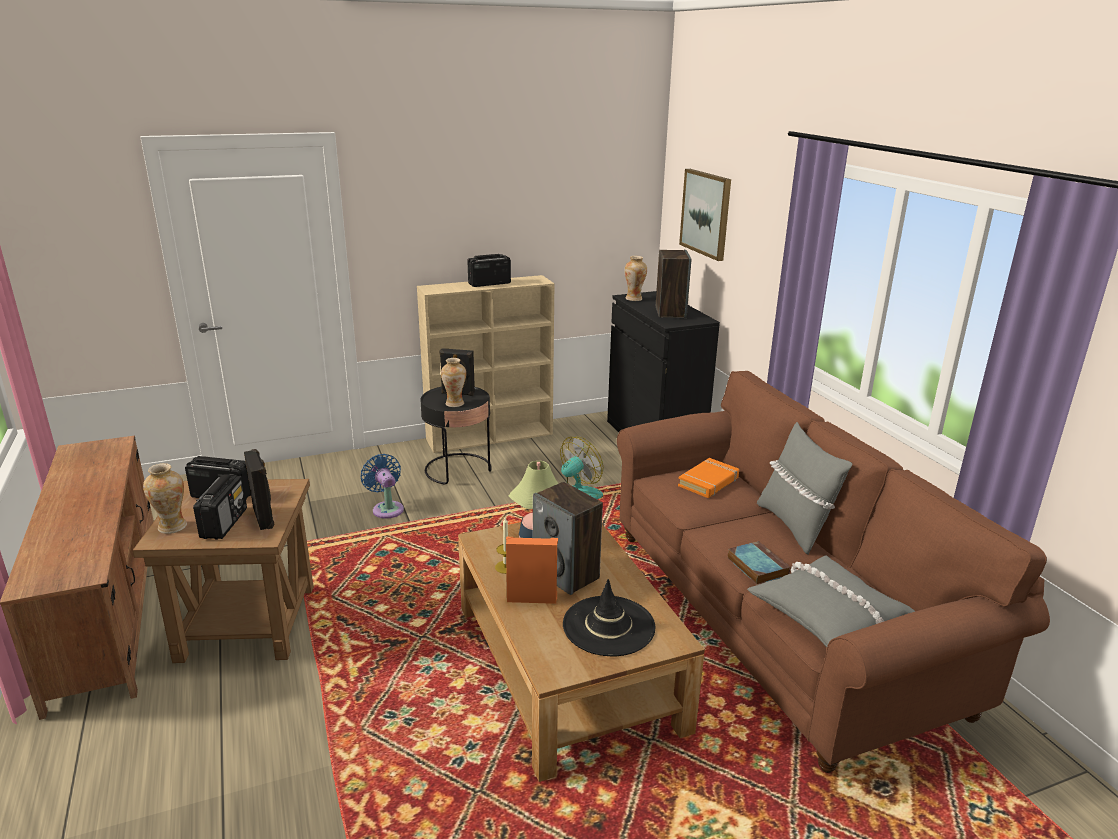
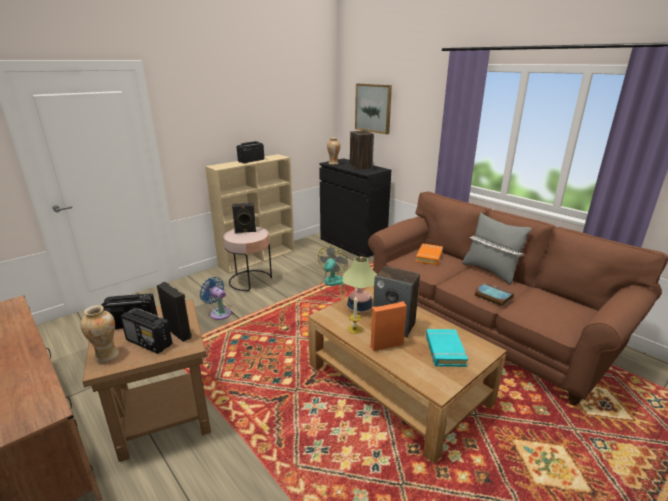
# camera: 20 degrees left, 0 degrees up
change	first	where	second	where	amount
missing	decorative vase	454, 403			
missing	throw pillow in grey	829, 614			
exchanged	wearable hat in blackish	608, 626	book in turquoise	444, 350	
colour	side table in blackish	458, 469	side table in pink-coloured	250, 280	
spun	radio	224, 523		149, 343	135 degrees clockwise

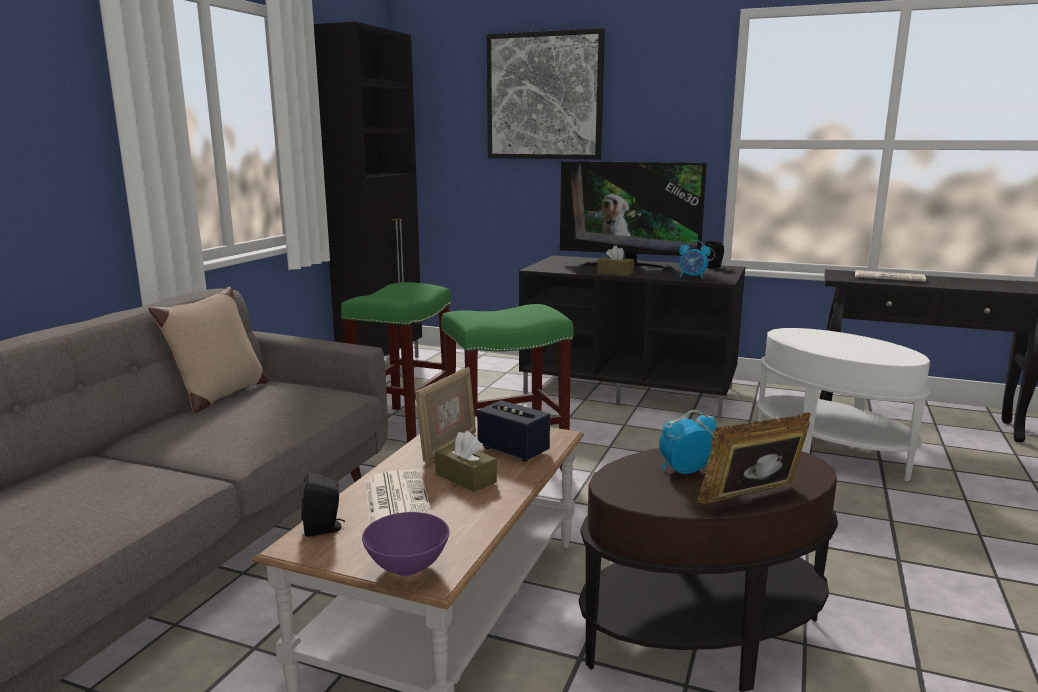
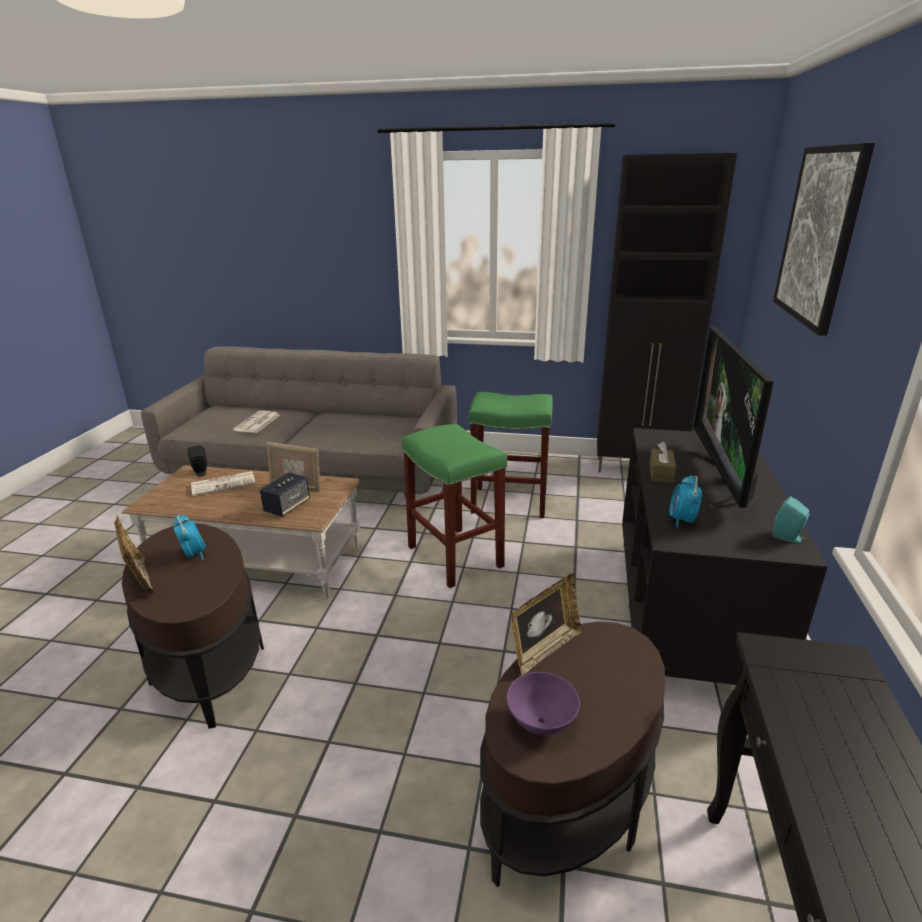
# camera: 80 degrees right, 10 degrees up
change	first	where	second	where	amount
missing	throw pillow in sand-coloured	219, 396			
missing	tissue box in brown-coloured	465, 478			
appeared			standing frame	544, 649	
relocated	bowl in purplish	408, 569		541, 723	
relocated	newspaper	890, 277		257, 423	
colour	speaker in blackish	714, 267	speaker in turquoise	788, 538	
colour	side table in white-coloured	830, 452	side table in brown-coloured	567, 802	

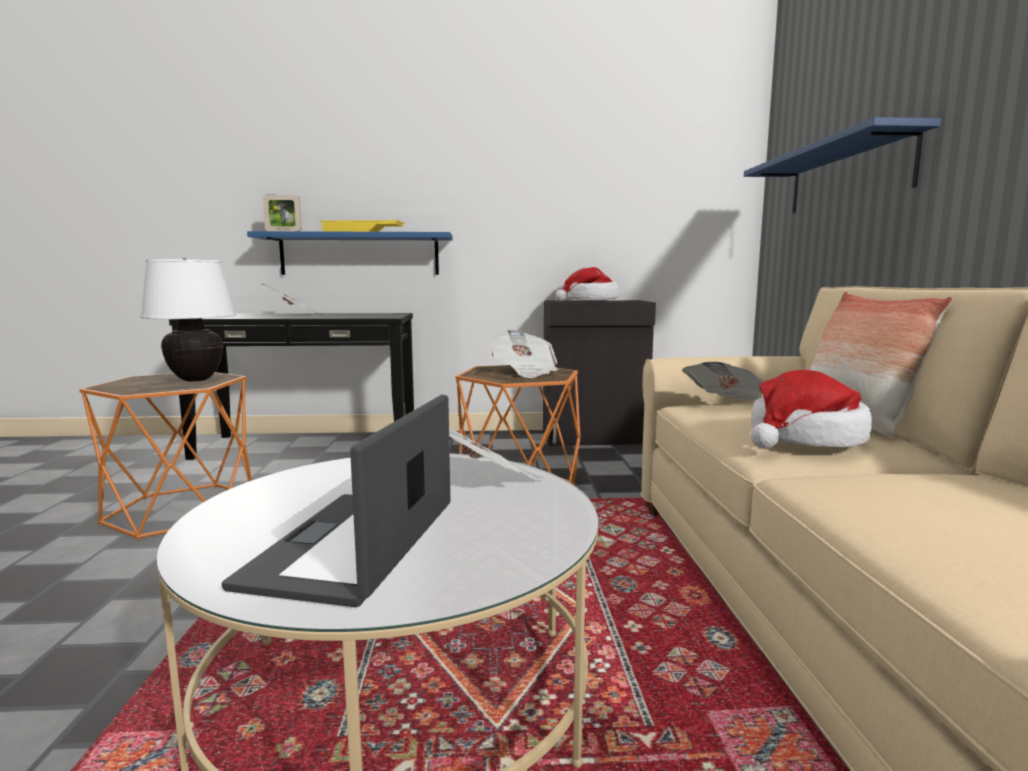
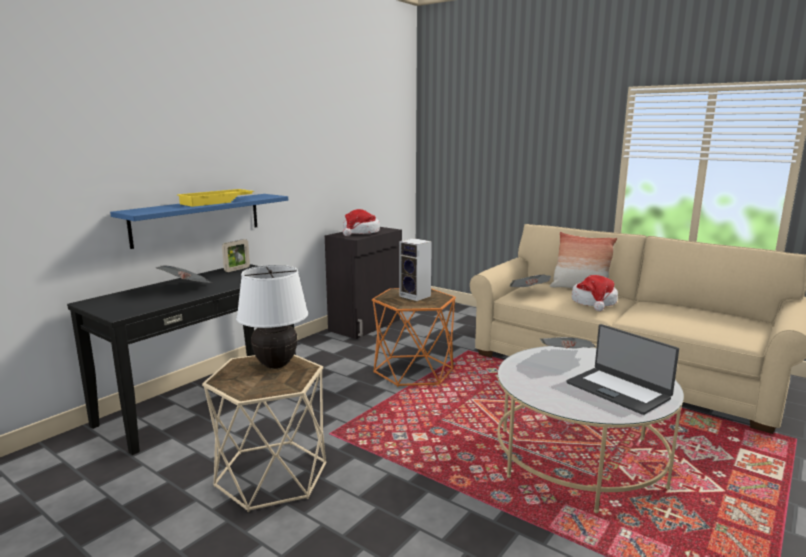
# camera: 50 degrees left, 5 degrees up
change	first	where	second	where	amount
missing	bracket shelf in blue-coloured	847, 176			
relocated	standing frame	283, 231		237, 269	
exchanged	newspaper	524, 372	speaker	416, 296	
colour	side table in orange	181, 510	side table in sand-coloured	272, 474	

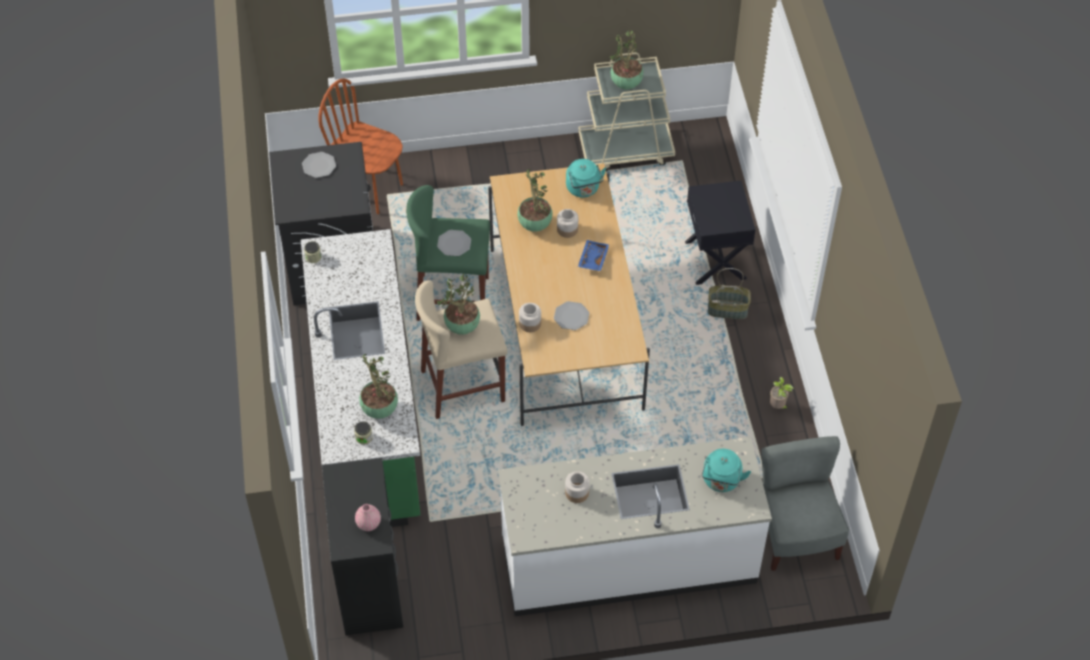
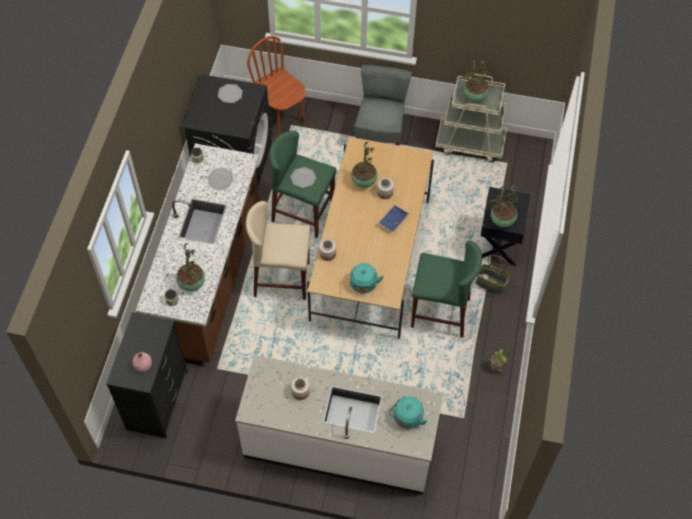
# camera: 20 degrees right, 5 degrees up
change	first	where	second	where	amount
appeared			stool seat in green	440, 313	
relocated	plant in a pot	461, 327		501, 221	
relocated	plate	571, 316		220, 179	
relocated	tea kettle in turquoise	583, 189		363, 285	
relocated	plain chair in grey	796, 535		380, 134	
colour	counter in green	368, 416	counter in brown-coloured	209, 279	

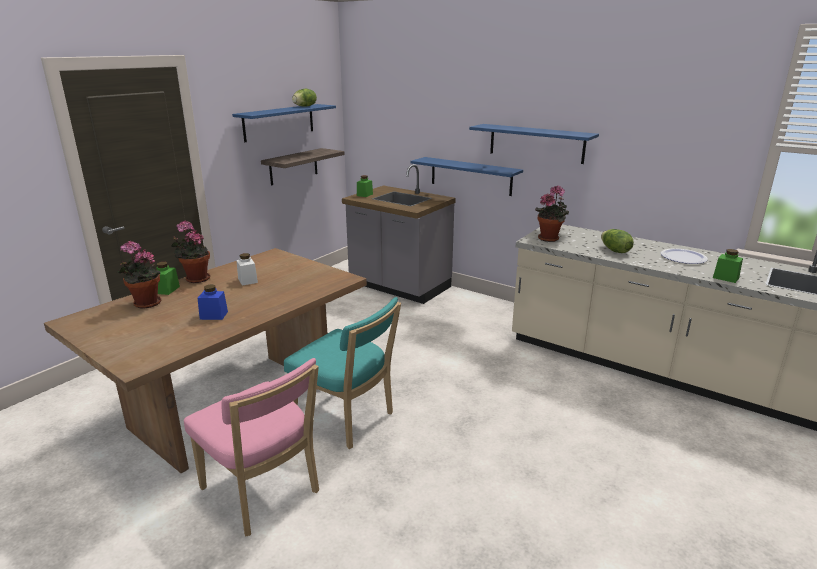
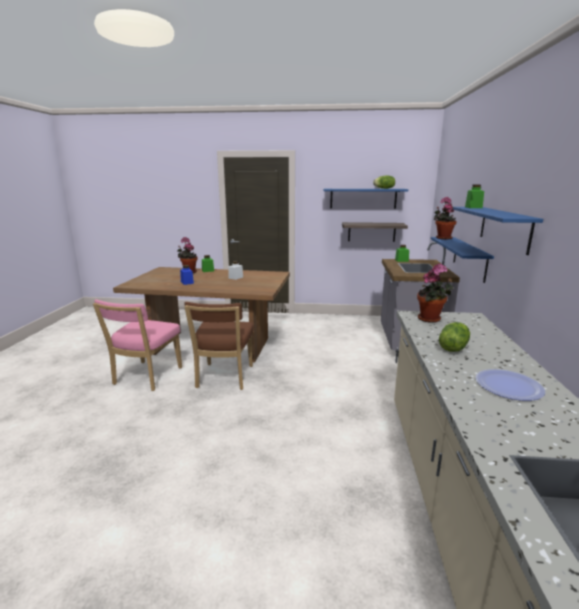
# camera: 60 degrees right, 5 degrees down
change	first	where	second	where	amount
relocated	plant in a pot	195, 279		442, 238	
relocated	jar in green	725, 278		473, 207	
colour	plain chair in turquoise	347, 419	plain chair in brown-coloured	224, 378	

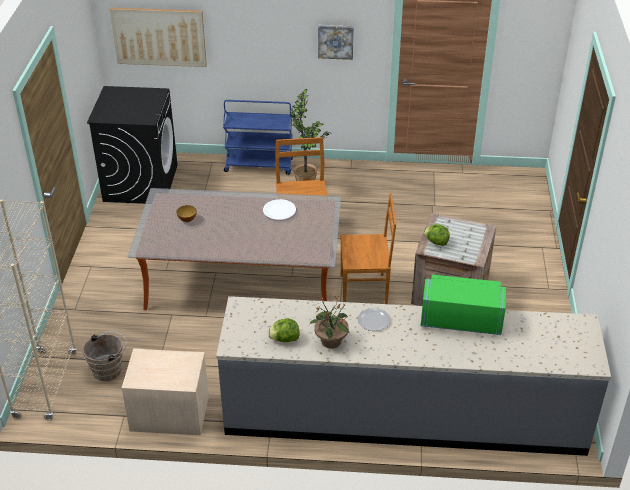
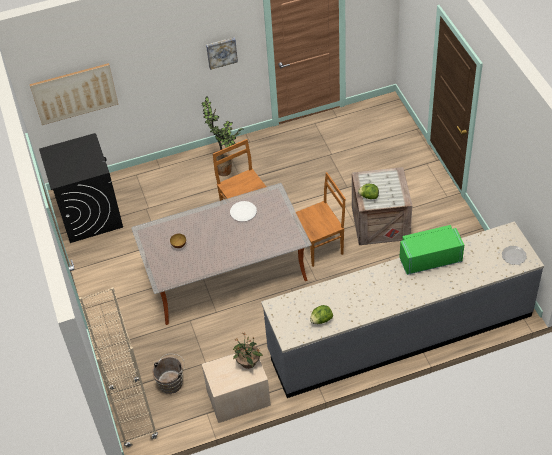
# camera: 20 degrees left, 10 degrees up
change	first	where	second	where	amount
missing	trolley in blue-coloured	259, 165			
relocated	plant in a pot	331, 342		248, 362	
relocated	plate	374, 321		514, 256	

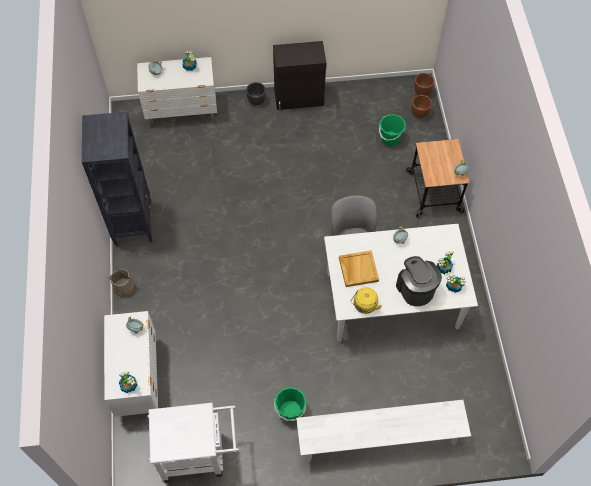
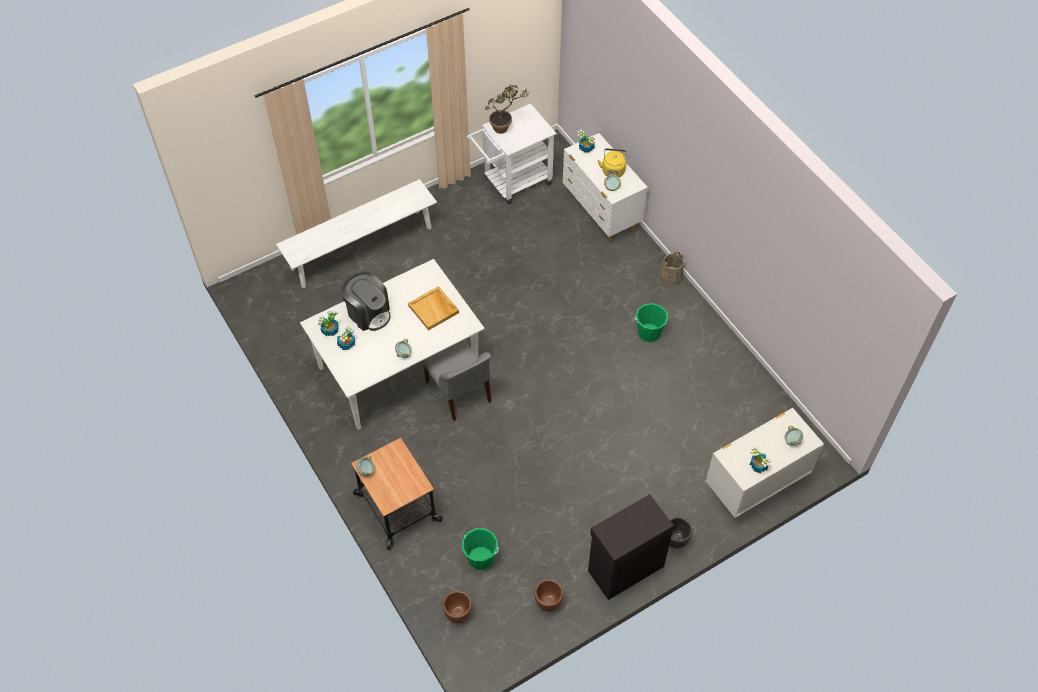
# camera: 155 degrees right, 5 degrees down
change	first	where	second	where	amount
missing	shelving unit in blackish	133, 222			
appeared			plant in a pot	505, 129	
relocated	pail in green	290, 411		649, 333	
relocated	tea kettle in yellow-coloured	364, 306		613, 170	
relocated	flower pot in brown-coloured	422, 91		548, 602	

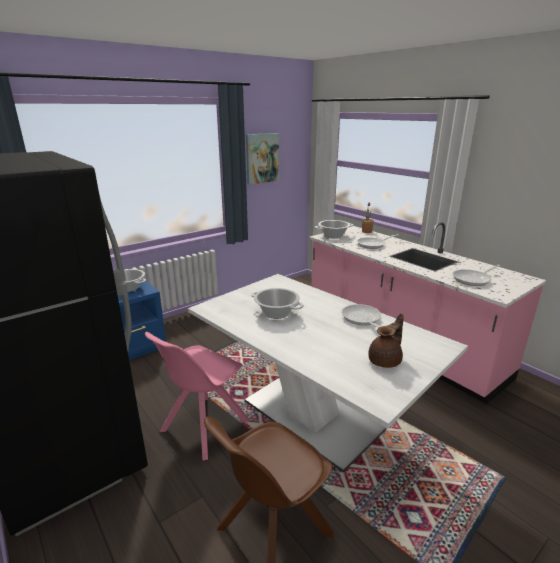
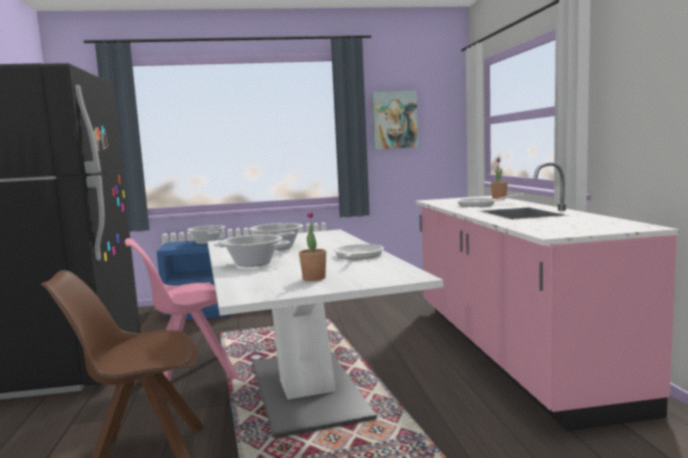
# camera: 30 degrees right, 15 degrees down
change	first	where	second	where	amount
missing	skillet	473, 279			
relocated	stockpot	333, 236		253, 263	
exchanged	teapot in brown-coloured	386, 360	plant in a pot	314, 278	

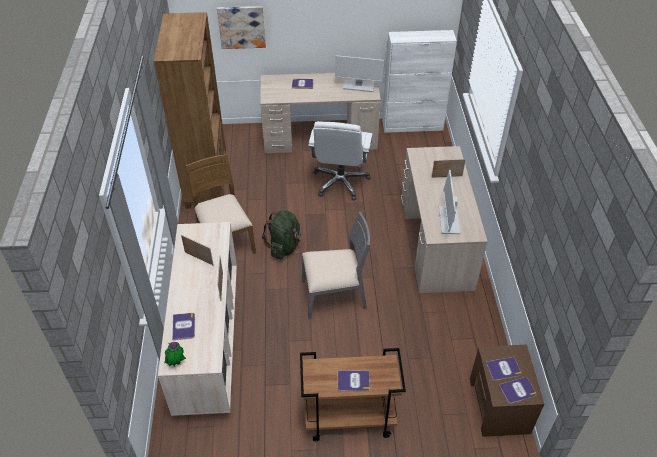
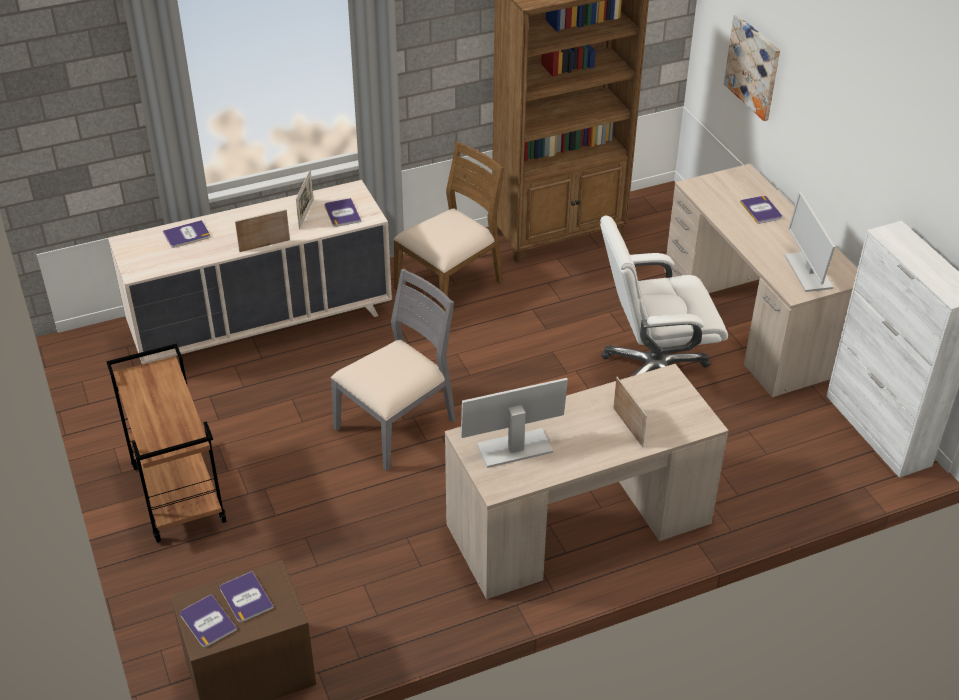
# camera: 70 degrees right, 5 degrees down
change	first	where	second	where	amount
missing	plant in a pot	176, 364			
missing	backpack in green	284, 246			
relocated	book	353, 381		342, 213	
spun	plain chair in grey	334, 295		397, 425	105 degrees counterclockwise

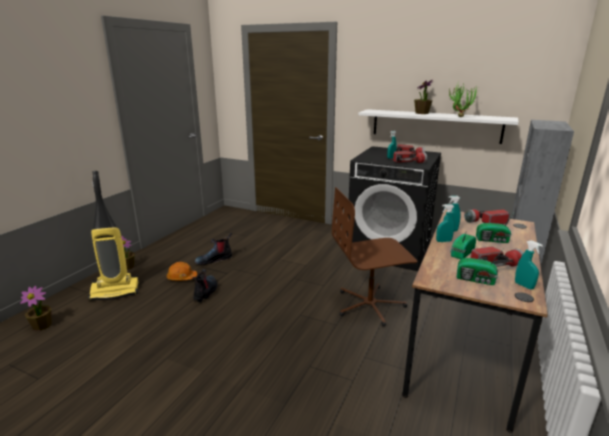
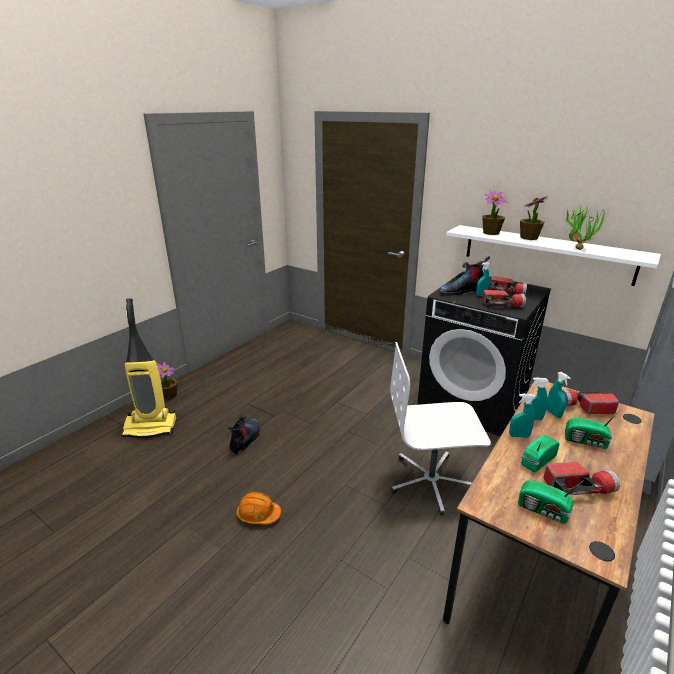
# camera: 10 degrees right, 5 degrees up
change	first	where	second	where	amount
relocated	plant in a pot	42, 325		491, 233	
relocated	safety helmet in orange	181, 278		258, 514	
relocated	boot	214, 259		462, 291	
relocated	spray bottle in turquoise	524, 286		553, 413	
colour	computer chair in brown-coloured	370, 305	computer chair in white-coloured	431, 482	

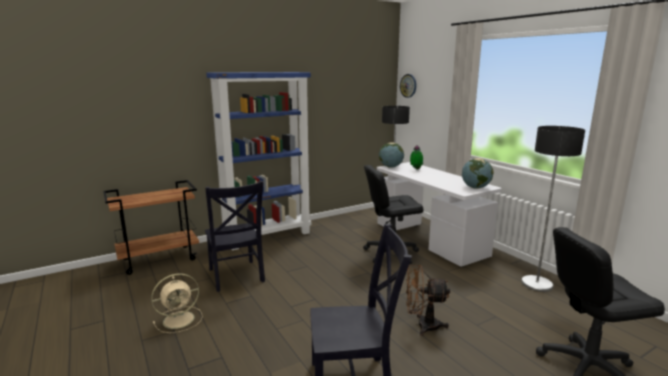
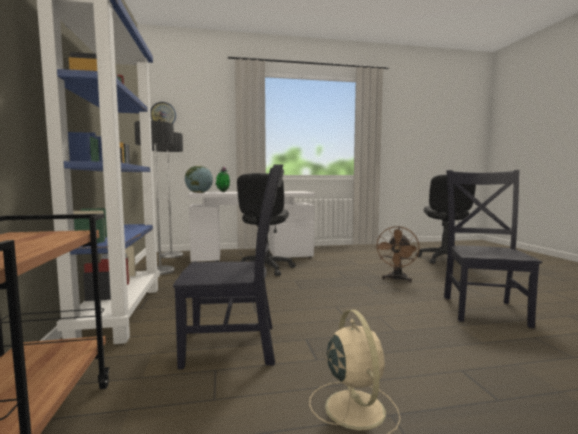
# camera: 70 degrees left, 10 degrees down
change	first	where	second	where	amount
missing	world globe	475, 187			
relocated	standing lamp	537, 284		160, 271	

